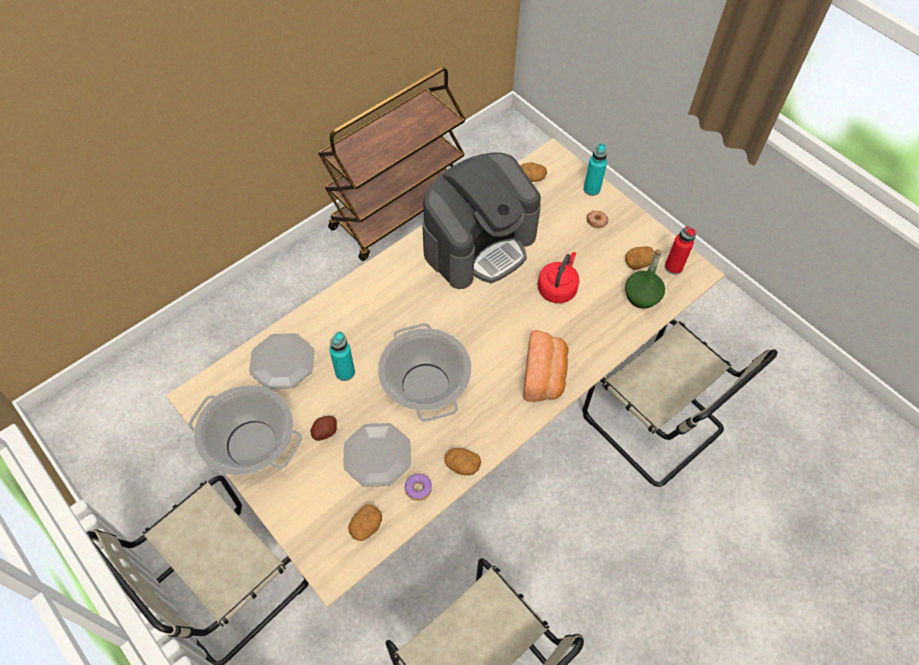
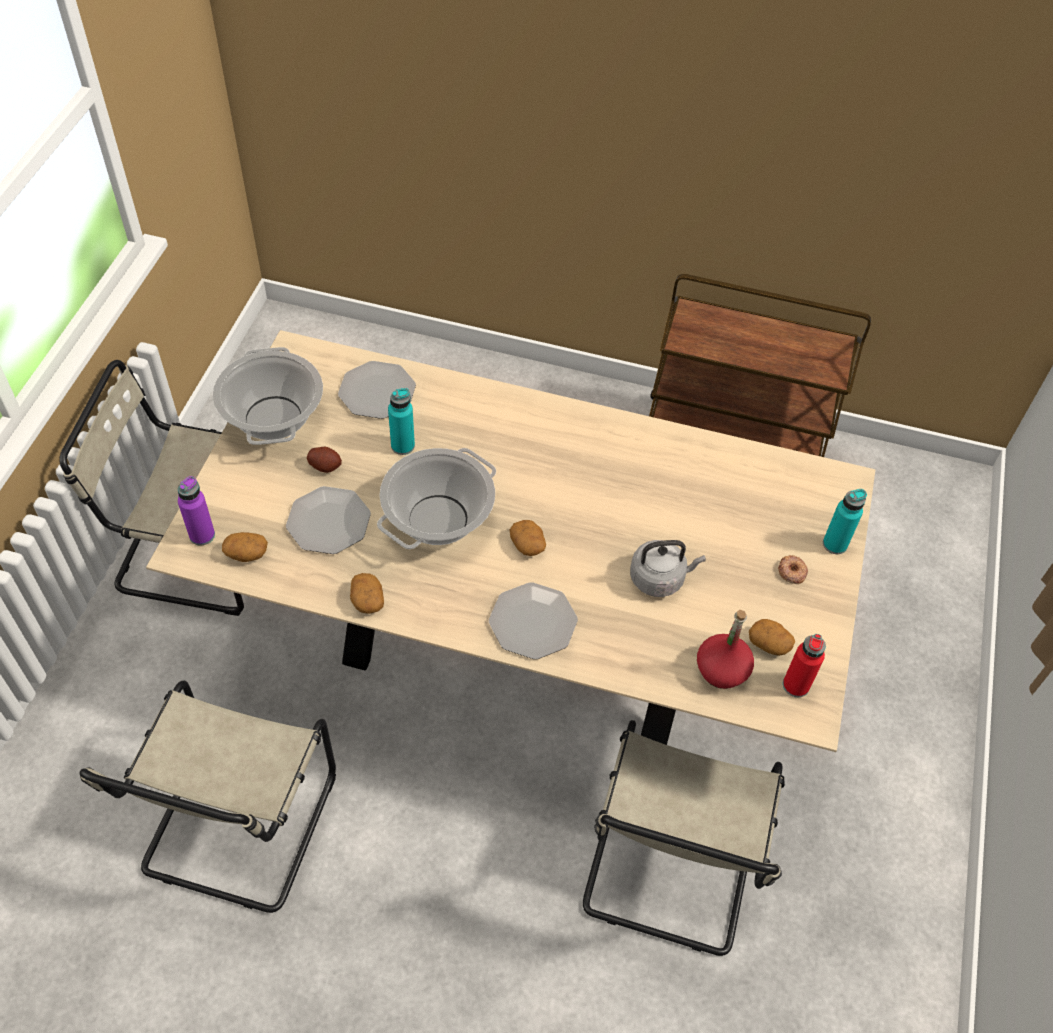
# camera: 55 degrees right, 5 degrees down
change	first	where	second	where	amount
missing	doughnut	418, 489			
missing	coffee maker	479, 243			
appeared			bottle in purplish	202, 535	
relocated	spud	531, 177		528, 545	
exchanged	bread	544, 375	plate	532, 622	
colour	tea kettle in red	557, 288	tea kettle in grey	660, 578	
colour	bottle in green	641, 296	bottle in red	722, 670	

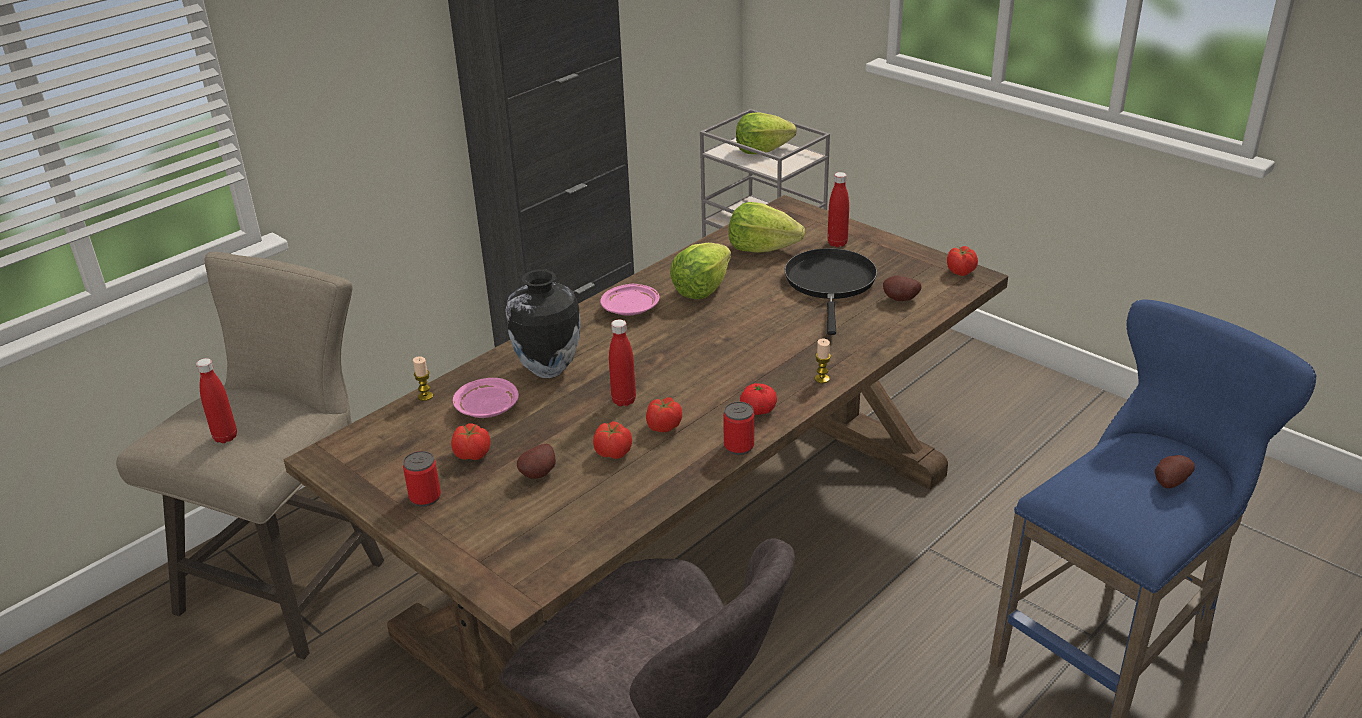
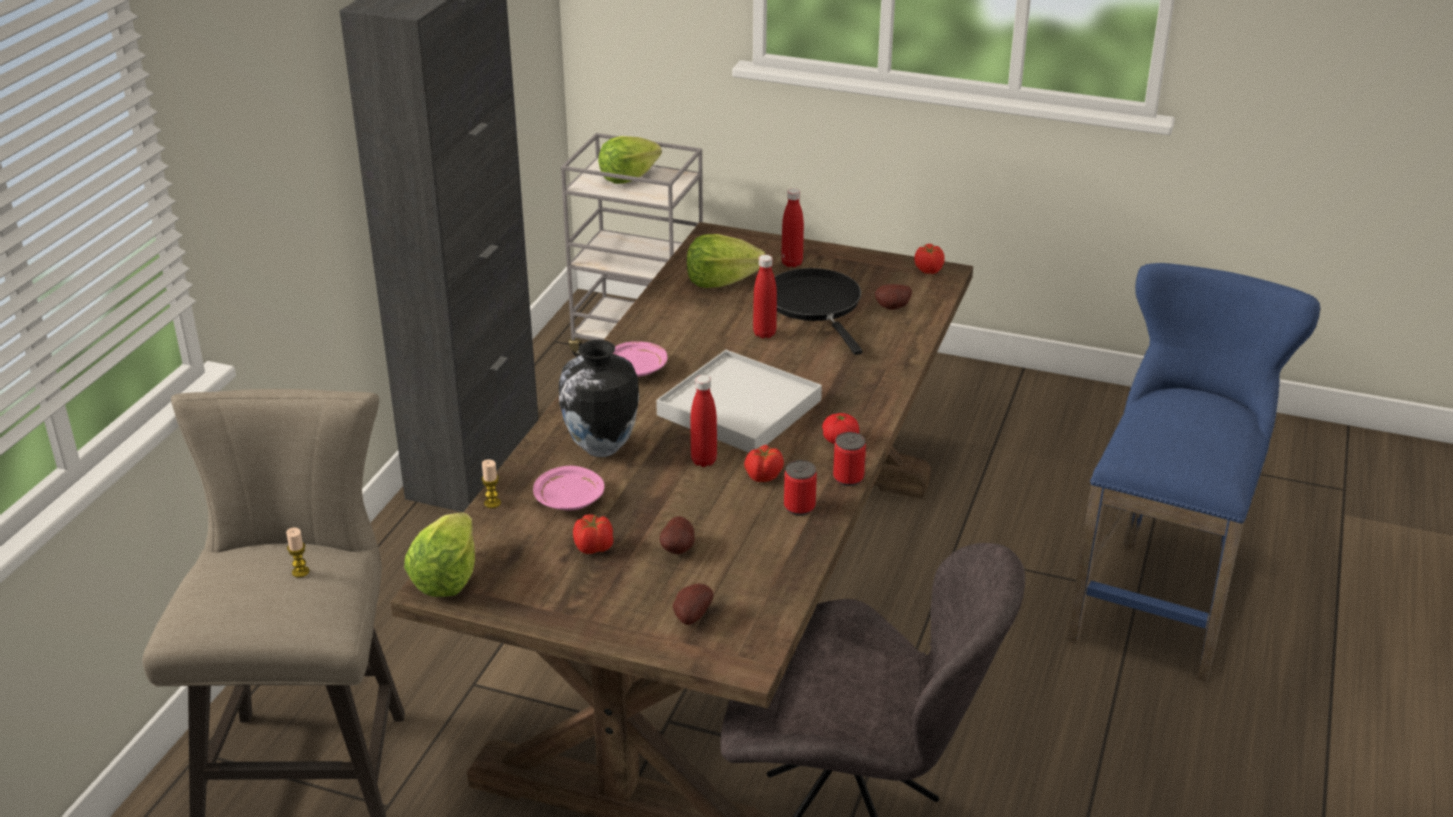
# camera: 25 degrees left, 0 degrees up
change	first	where	second	where	amount
missing	whole tomato	613, 453			
appeared			serving tray in white-coloured	740, 408	
relocated	bottle in red	225, 437		764, 334	
relocated	metal can	425, 497		799, 507	
relocated	head of lettuce	701, 289		447, 577	
relocated	wax light	822, 379		300, 572	
relocated	spud	1169, 483		690, 616	

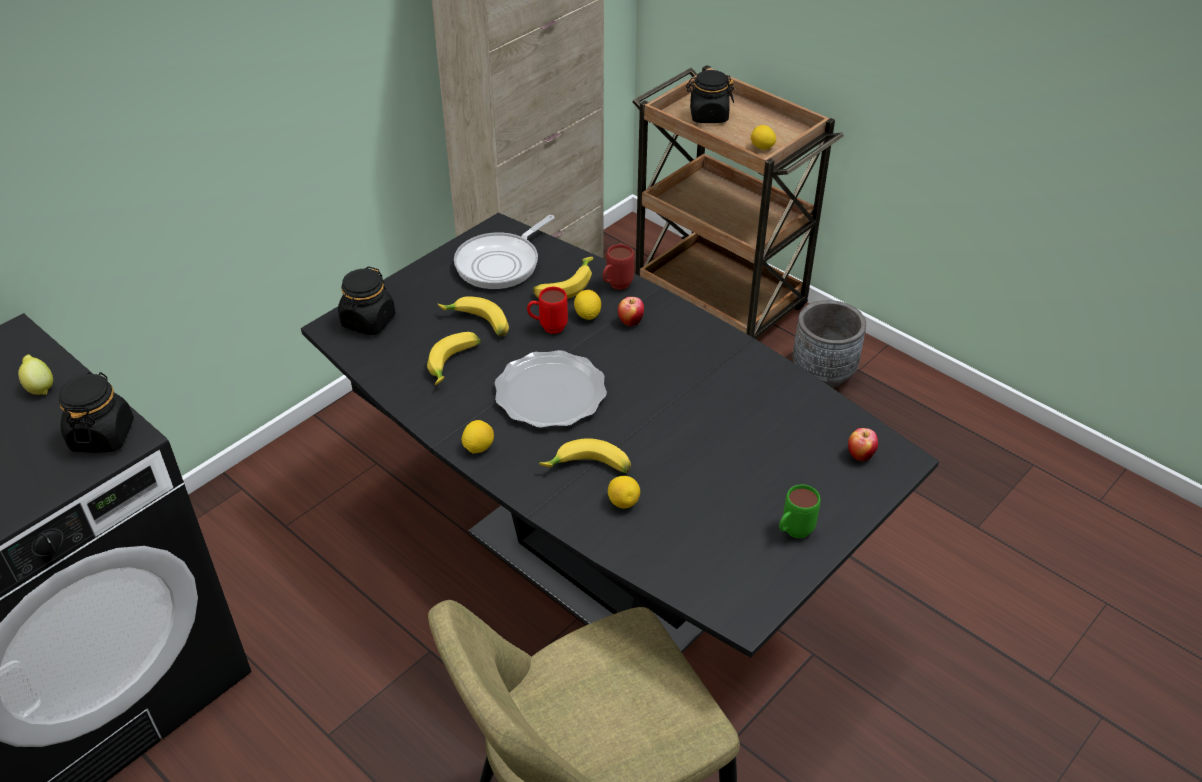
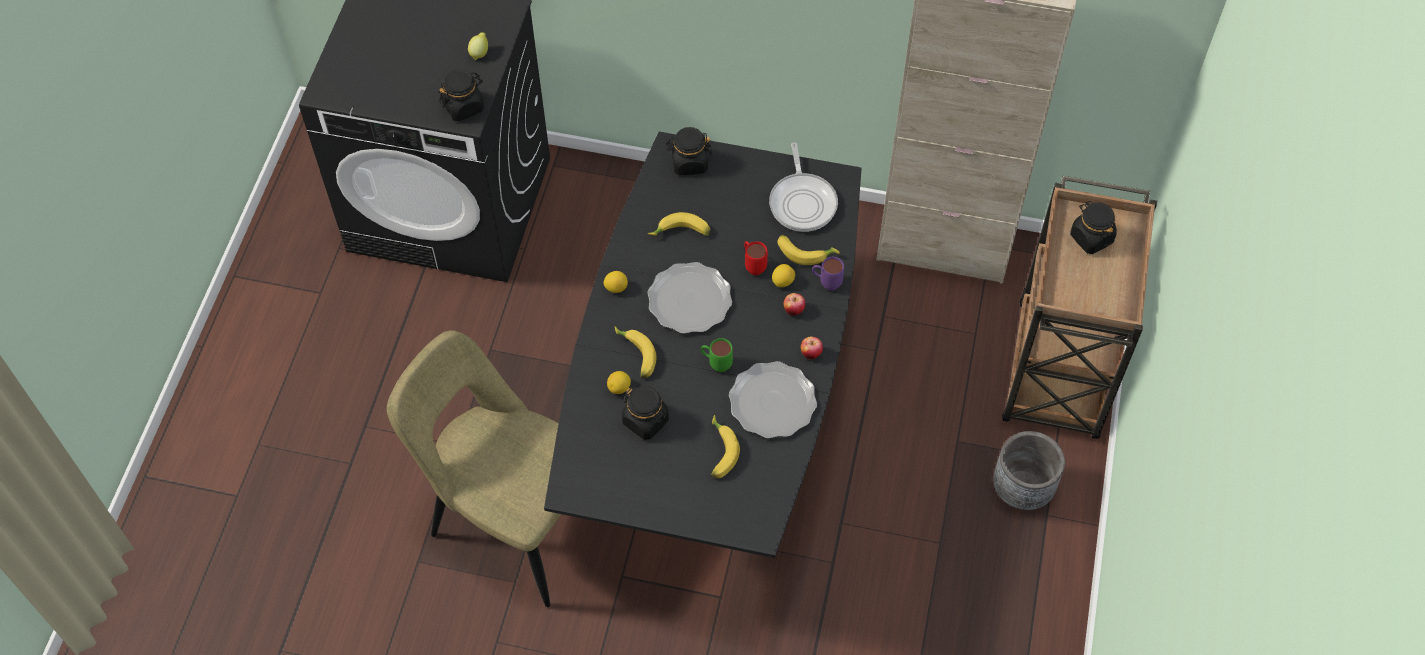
# camera: 60 degrees right, 15 degrees up
change	first	where	second	where	amount
missing	whole lemon	762, 148			
appeared			jar in blackish	646, 421	
appeared			plate	773, 402	
relocated	banana	476, 324		719, 452	
relocated	coffee mug in green	792, 533		716, 363	
relocated	apple fruit	860, 455		811, 353	
colour	coffee mug in red	615, 287	coffee mug in purplish	826, 283	
spun	skillet	501, 263		802, 202	105 degrees counterclockwise

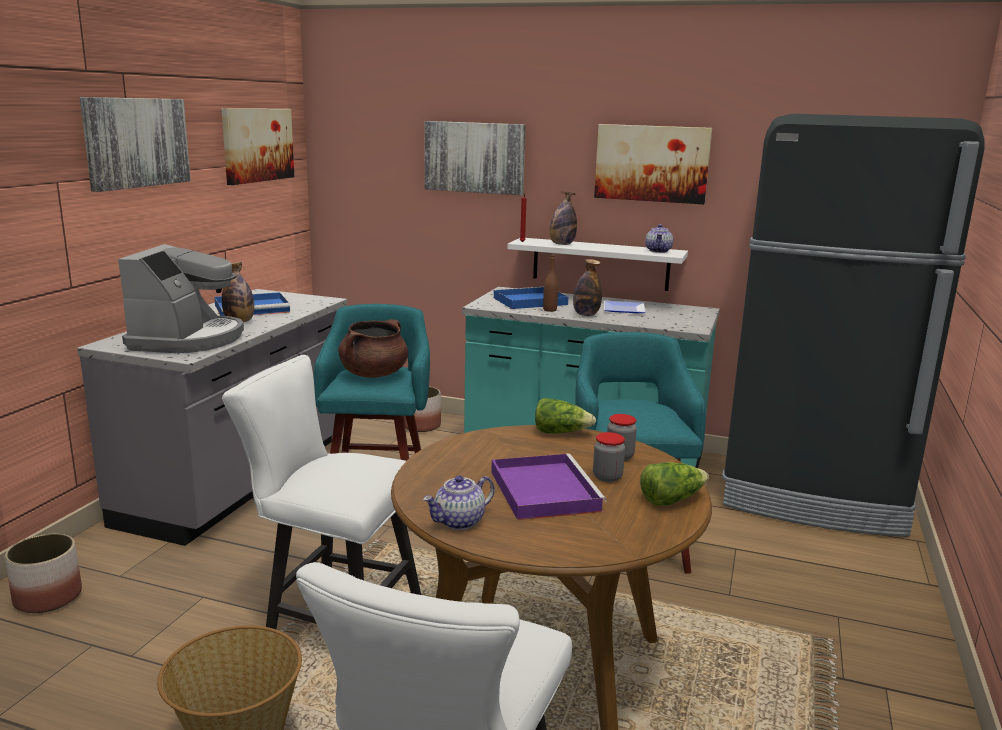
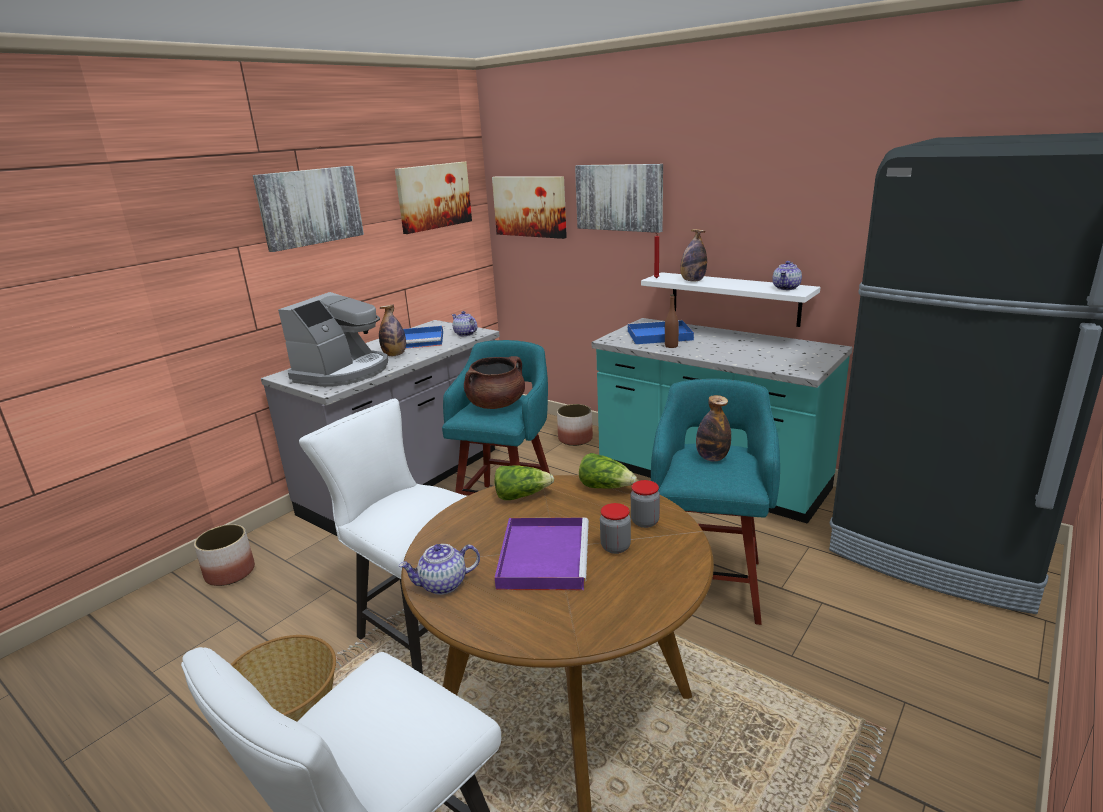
# camera: 20 degrees right, 5 degrees up
change	first	where	second	where	amount
missing	plate	625, 309			
appeared			teapot	465, 334	
relocated	bottle	586, 315		712, 458	
relocated	picture	651, 163		530, 206	
relocated	head of lettuce	671, 499		521, 495	

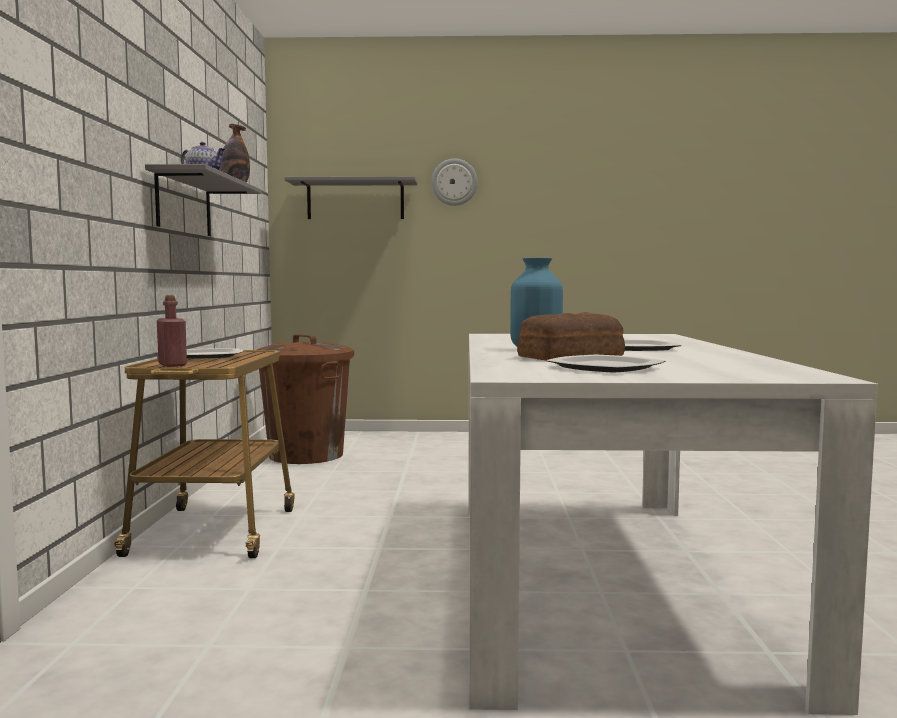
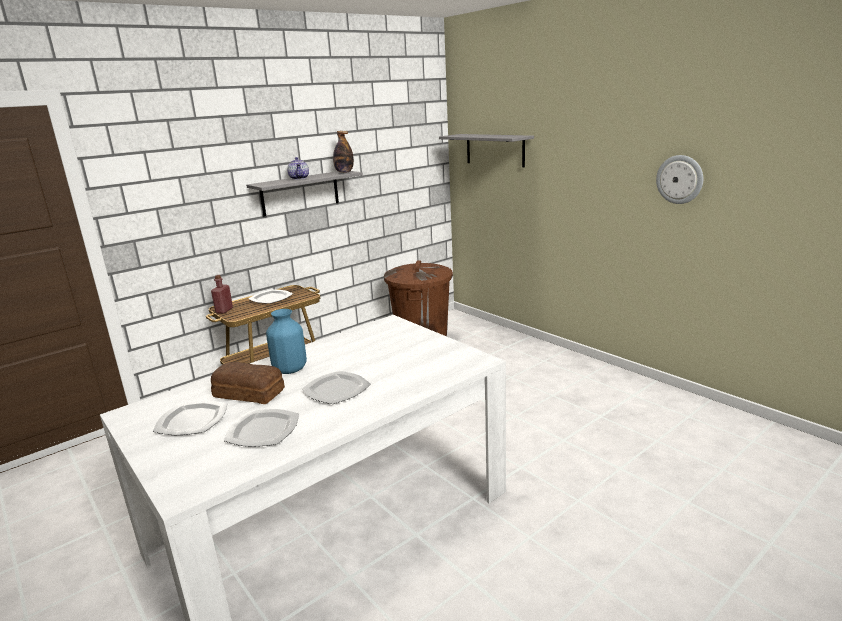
# camera: 50 degrees right, 15 degrees up
change	first	where	second	where	amount
appeared			plate	264, 430	
relocated	wall clock	454, 182		680, 179	

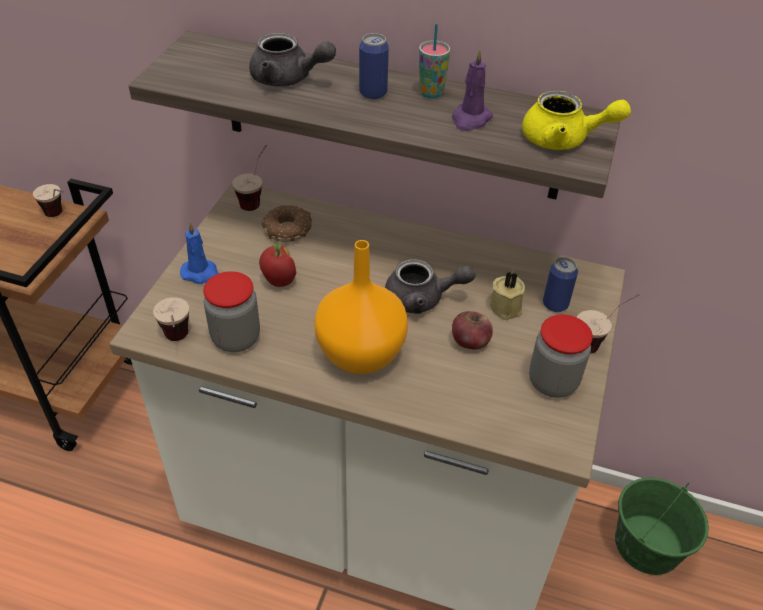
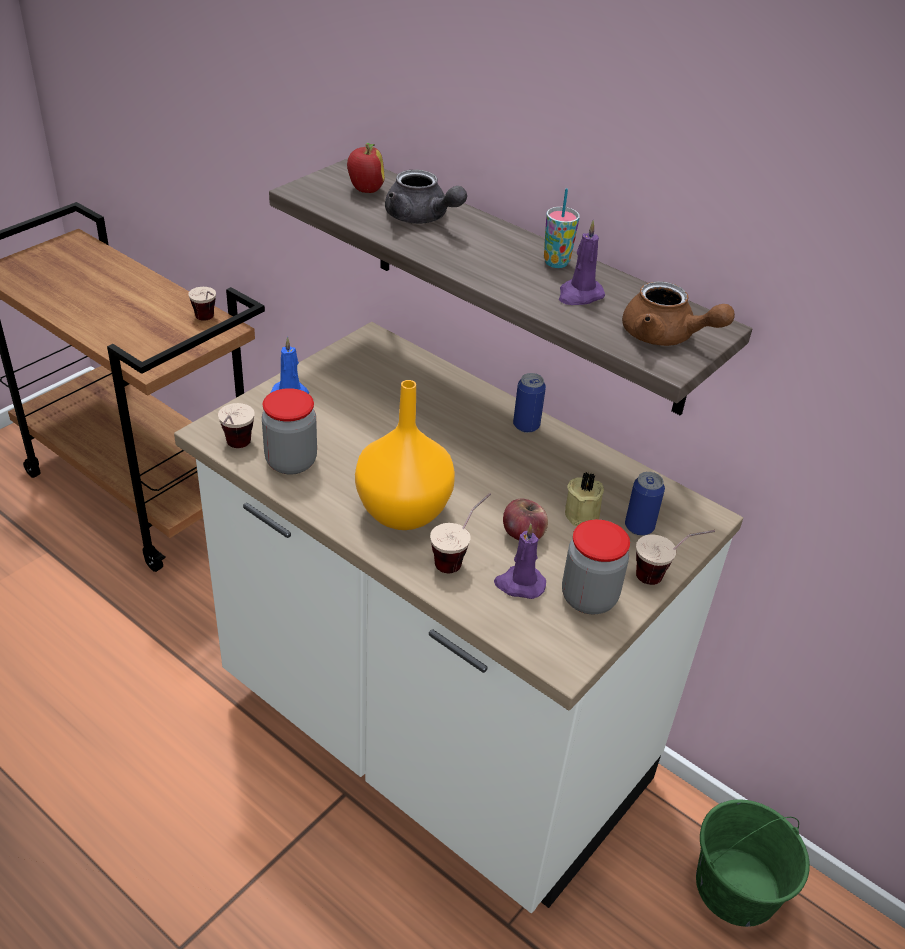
# camera: 20 degrees right, 5 degrees down
change	first	where	second	where	amount
missing	doughnut	288, 229			
missing	teapot in grey	422, 299			
appeared			wax light in purplish	519, 584	
relocated	cup	256, 198		459, 557	
relocated	apple fruit	279, 281		365, 190	
relocated	metal can	373, 93		526, 425	
colour	teapot in yellow-coloured	564, 139	teapot in brown-coloured	665, 337	

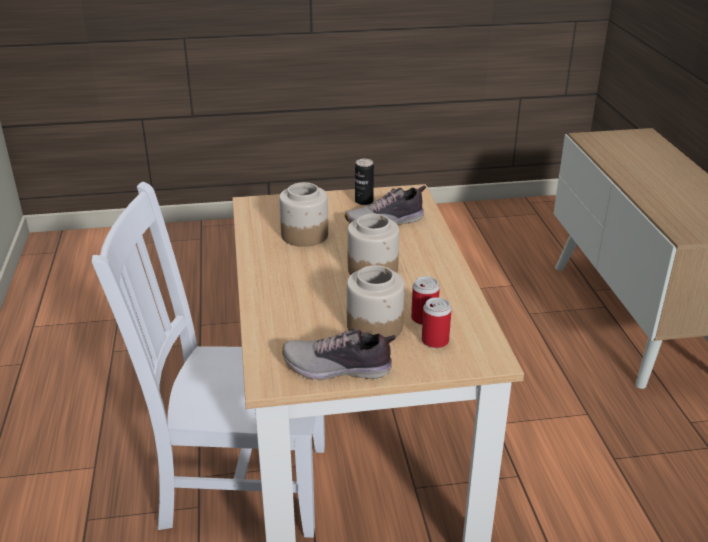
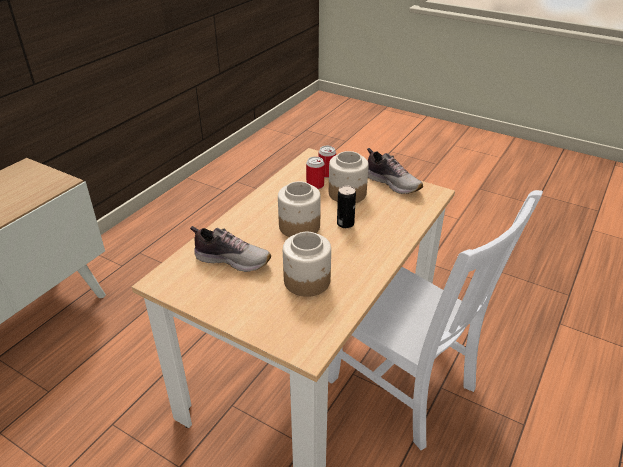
# camera: 140 degrees left, 5 degrees up
change	first	where	second	where	amount
relocated	metal can	364, 201		345, 224	

